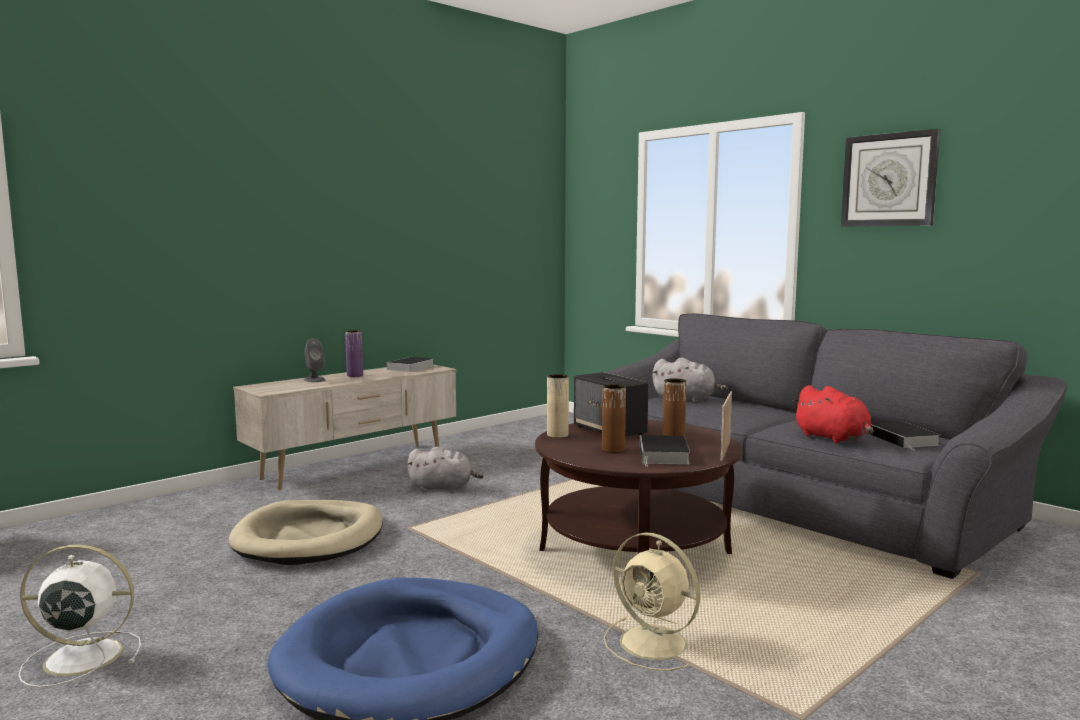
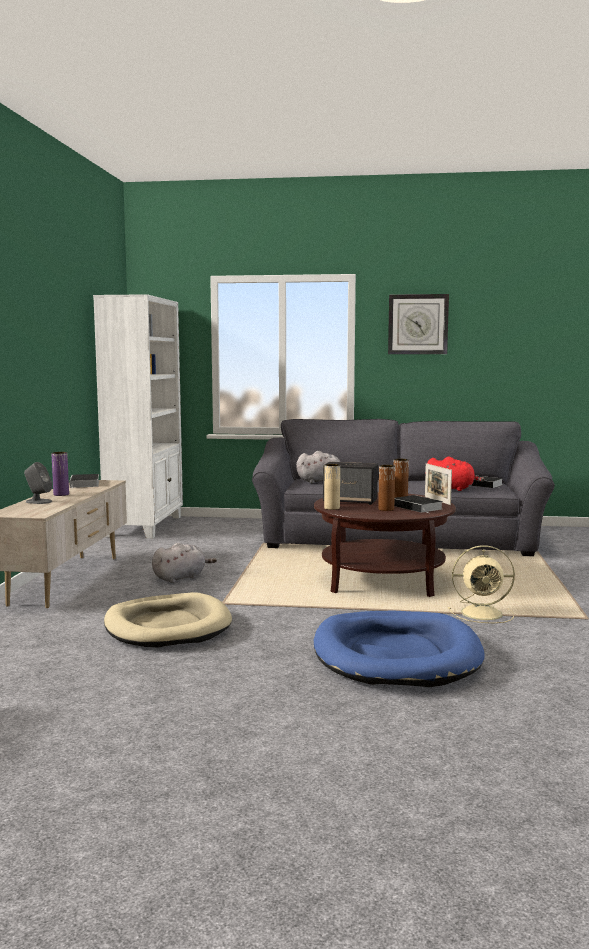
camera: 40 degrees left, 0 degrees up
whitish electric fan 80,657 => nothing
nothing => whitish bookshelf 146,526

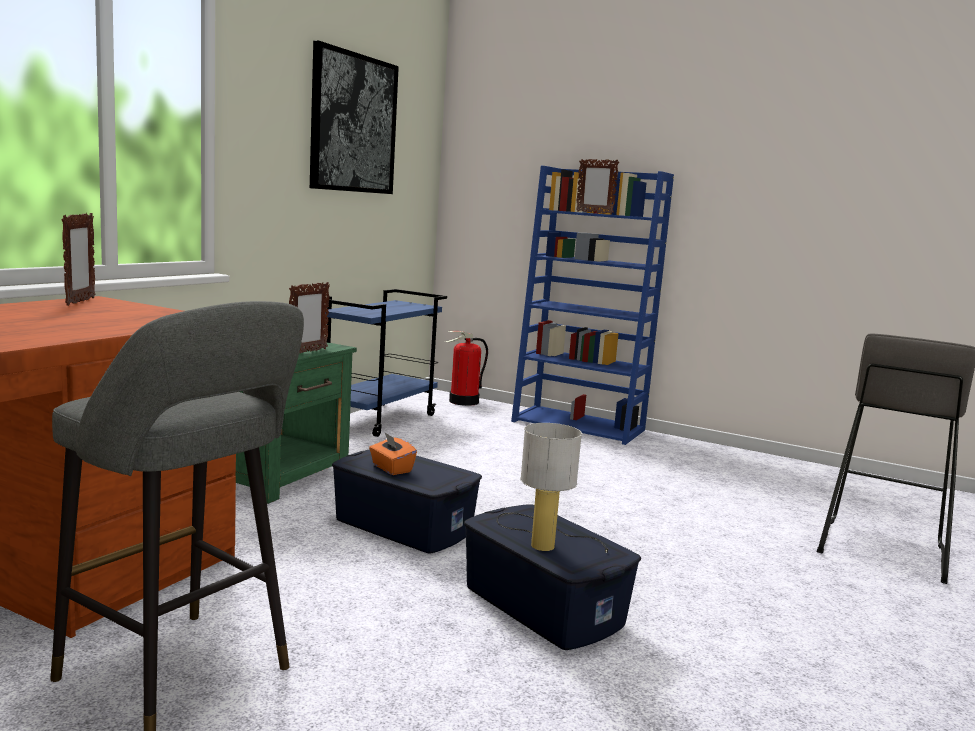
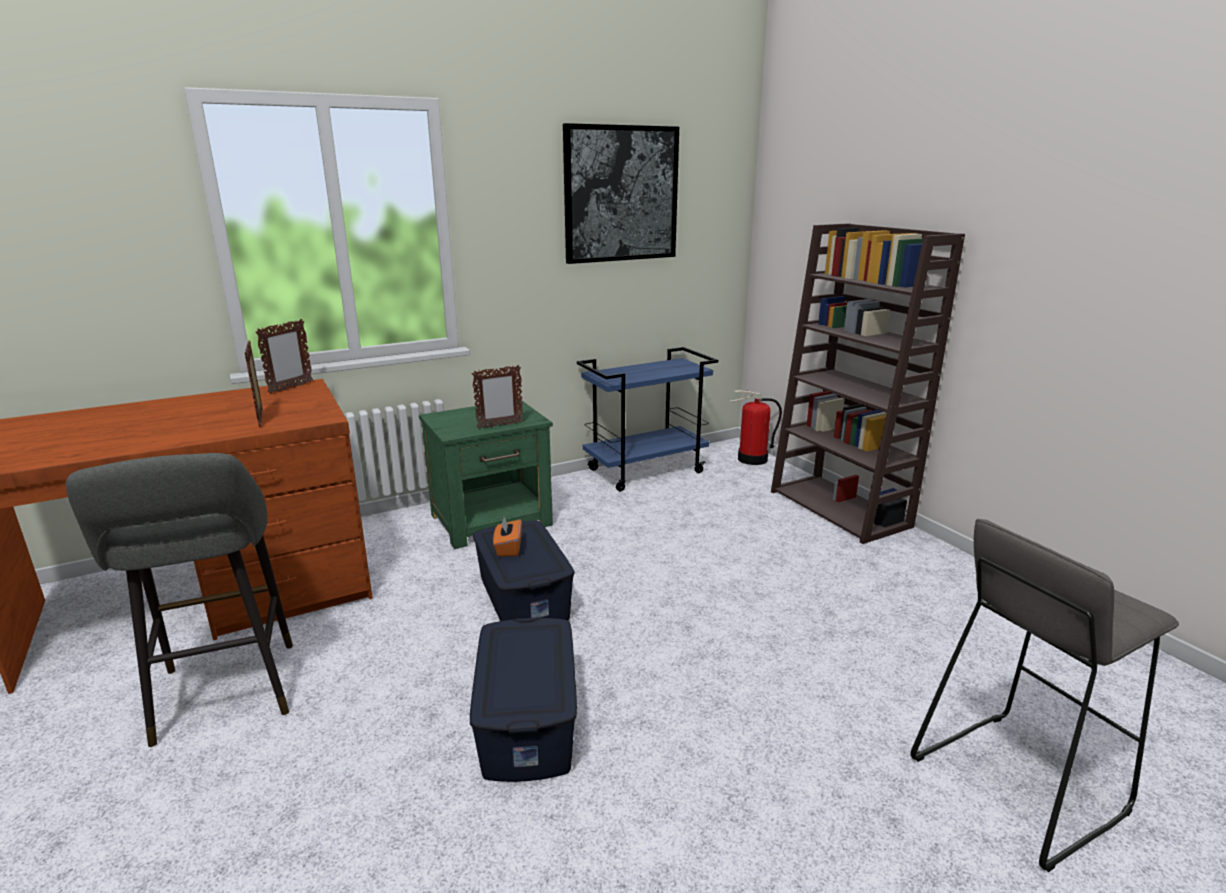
camera: 35 degrees right, 10 degrees up
table lamp 544,539 => nothing
photo frame 594,213 => photo frame 261,418, shifted
blue bookshelf 579,426 => brownish bookshelf 840,509

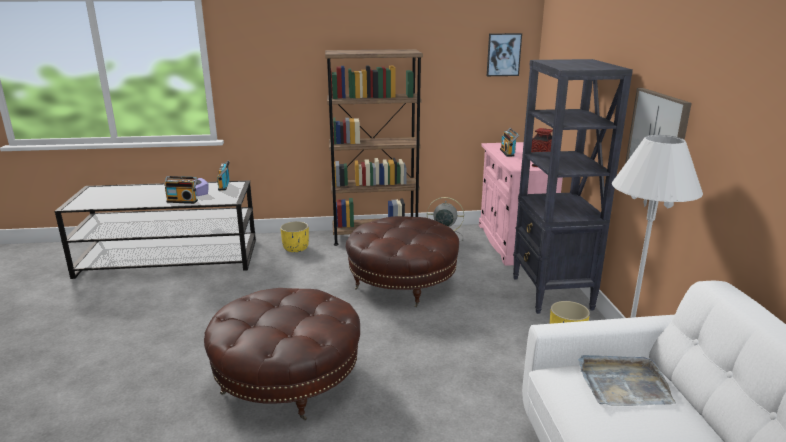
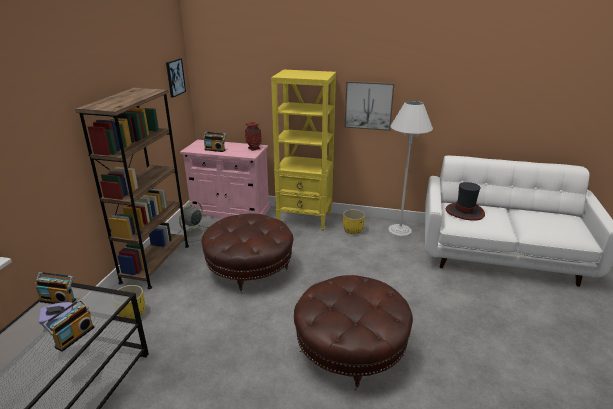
camera: 70 degrees left, 5 degrees up
greyish carrying tray 622,384 => hat 464,212
black bookshelf 551,293 => yellow-coloured bookshelf 305,219

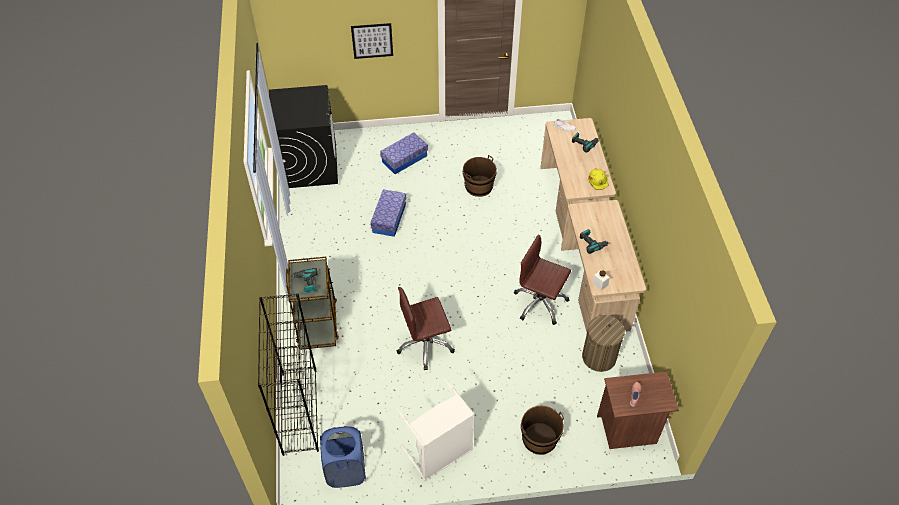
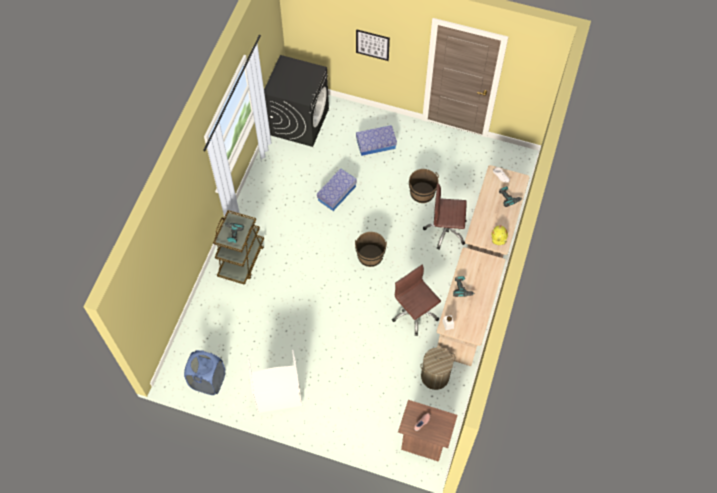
camera: 25 degrees right, 10 degrees up
black bookshelf 299,411 => nothing
brownish computer chair 425,345 => brownish computer chair 446,231, shifted
brownish bucket 539,439 => brownish bucket 370,255, shifted

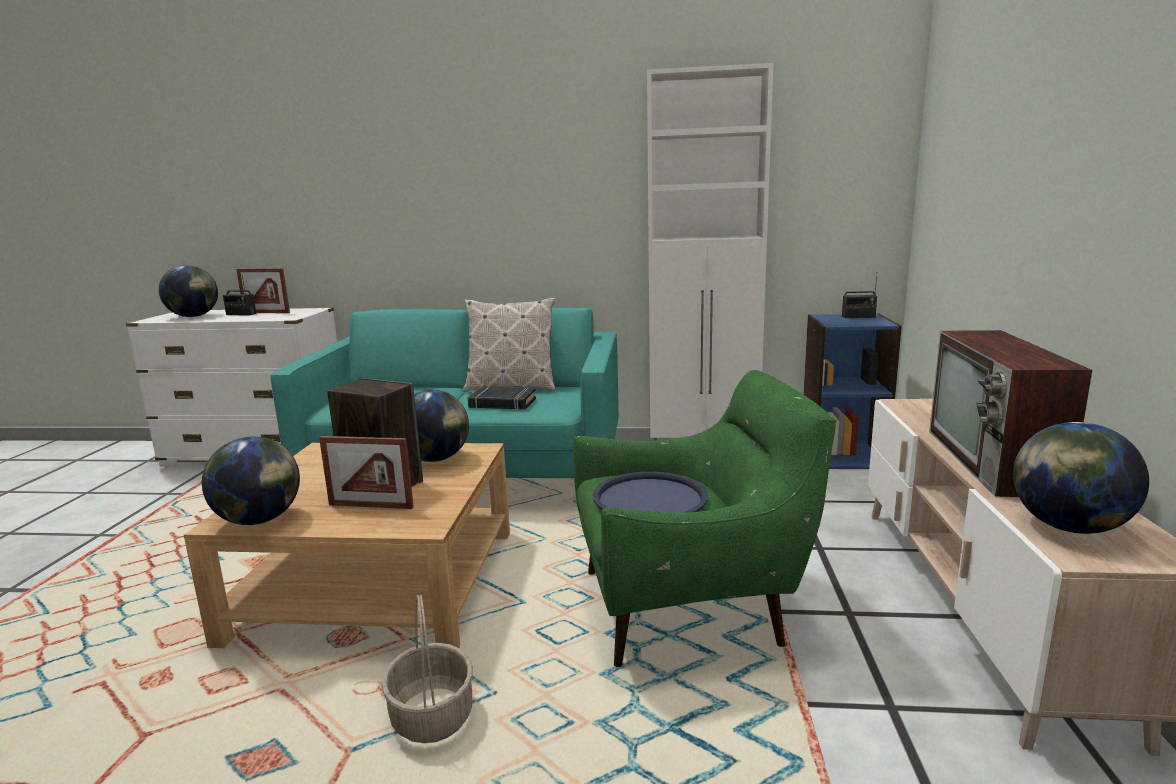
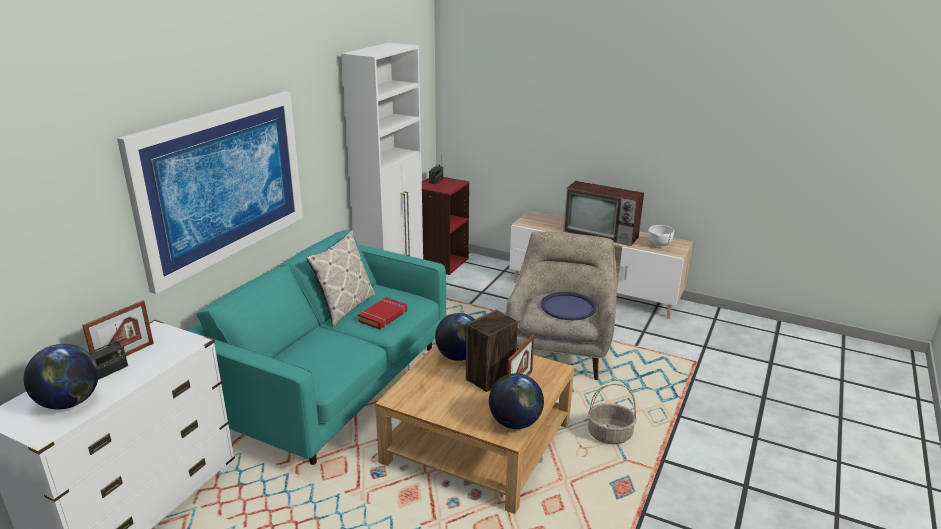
camera: 70 degrees left, 10 degrees up
nothing => picture 222,184
desk globe 1068,527 => whitish serving bowl 658,246
black volume 502,403 => reddish volume 383,316
green armchair 690,606 => beige-coloured armchair 560,350
blue bookshelf 842,456 => reddish bookshelf 440,262

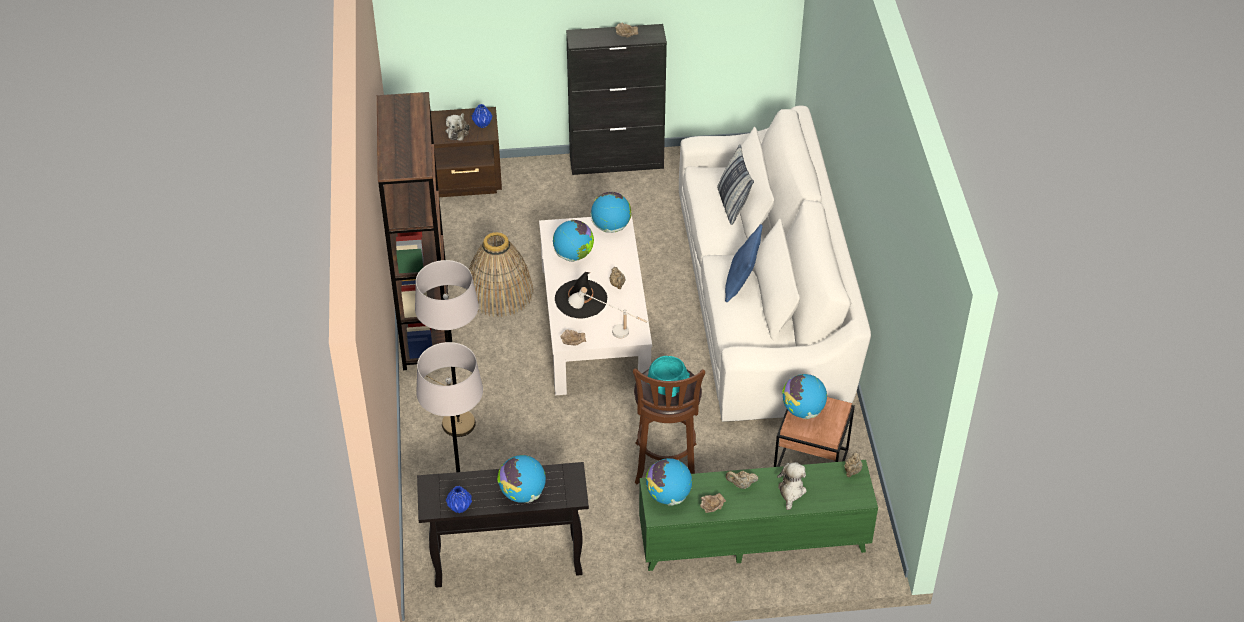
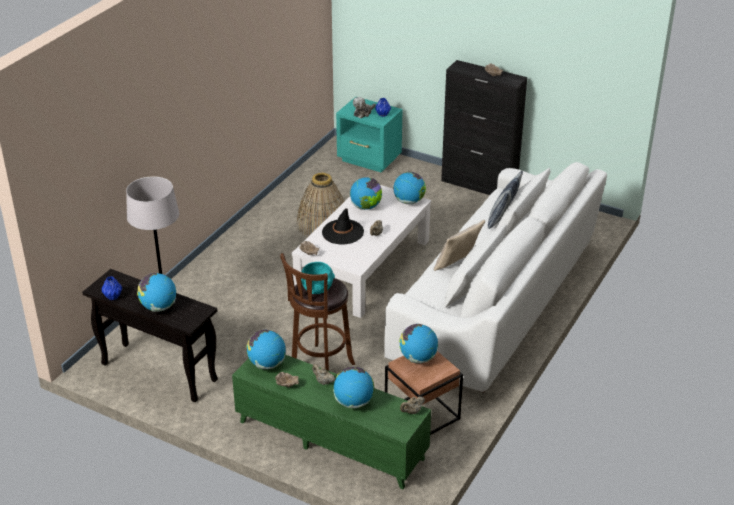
camera: 35 degrees right, 10 degrees down
brownish bookshelf 425,325 => nothing
greyish standing lamp 458,424 => nothing
whitish table lamp 608,330 => nothing
plush toy 791,491 => desk globe 354,402
brownish bedside table 467,181 => turquoise-coloured bedside table 369,159
blue throw pillow 741,283 => beige-coloured throw pillow 457,264

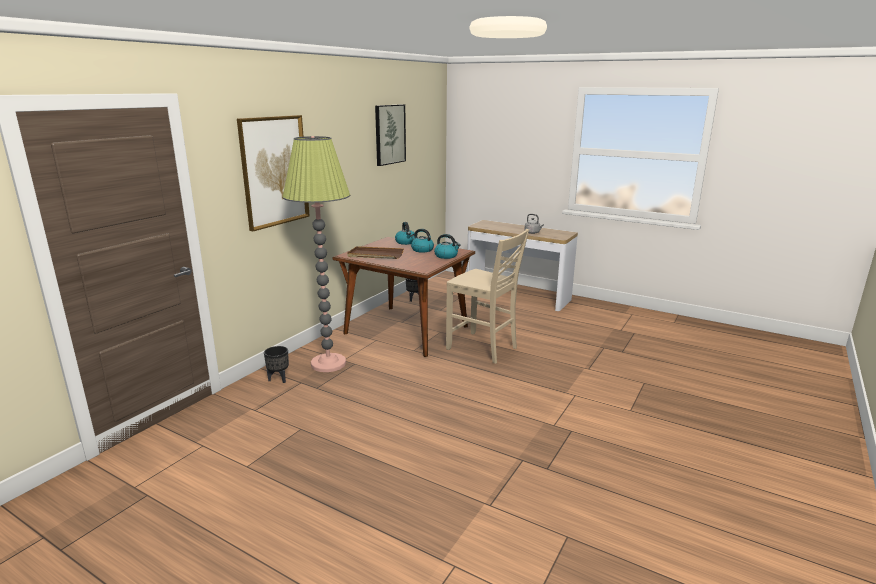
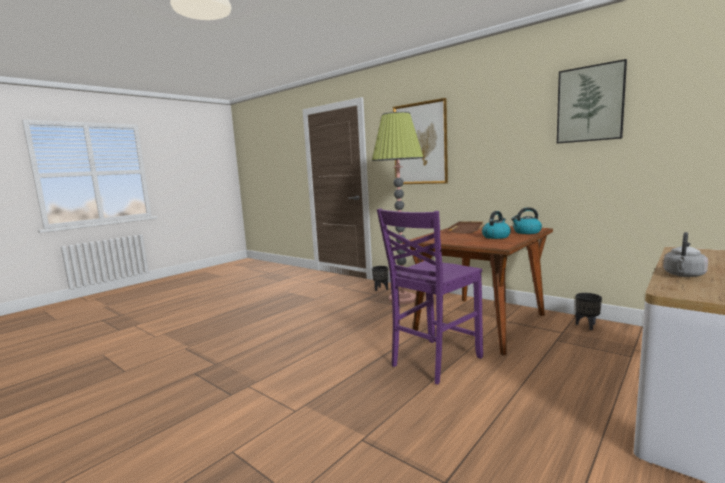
camera: 100 degrees right, 10 degrees down
water kettle 446,256 => nothing
beige-coloured chair 483,348 => purplish chair 434,361

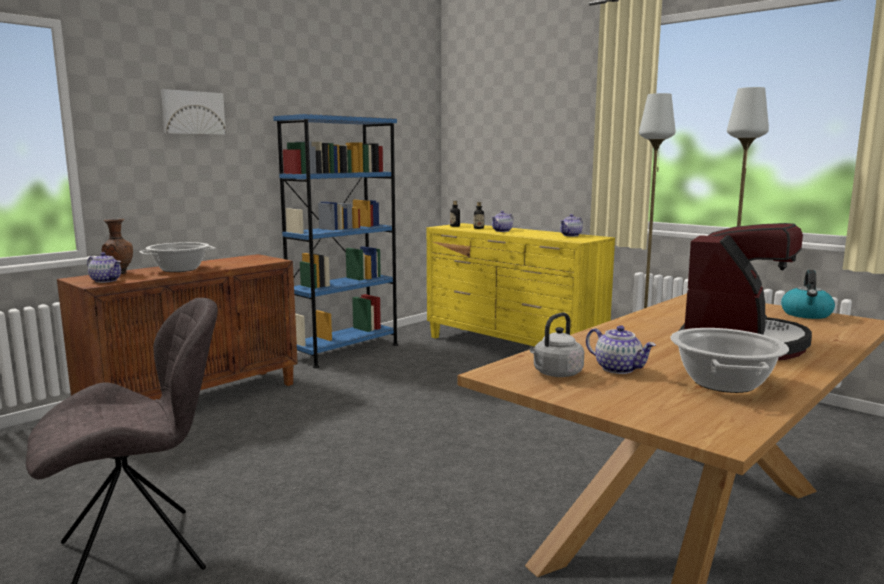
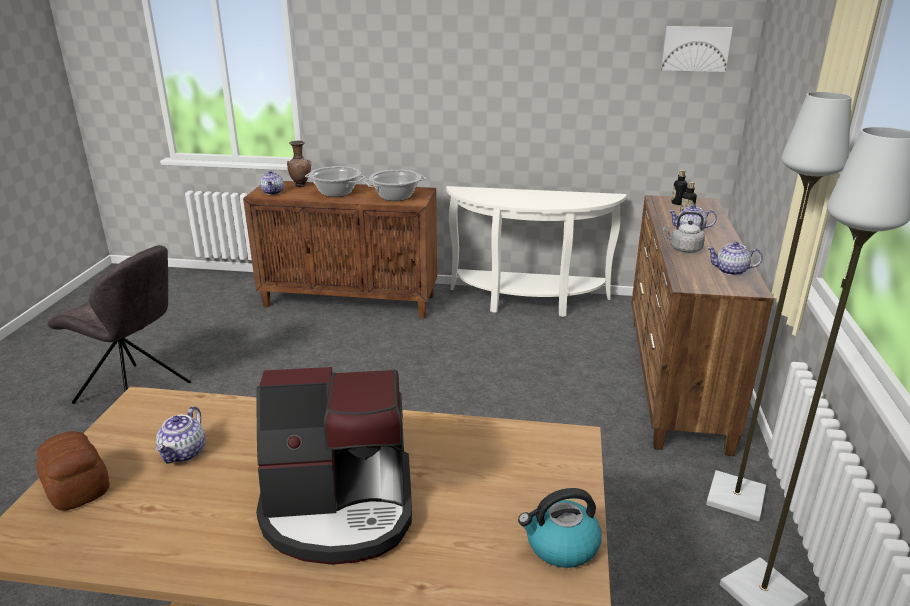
camera: 55 degrees right, 15 degrees up
nothing => bread 77,486
picture 193,112 => picture 695,48, shifted
greyish water kettle 556,374 => greyish water kettle 683,249, shifted
stockpot 723,382 => stockpot 395,196, shifted
blue bookshelf 344,351 => whitish hall table 528,302
yellow-coloured drawer chest 512,349 => brownish drawer chest 674,380

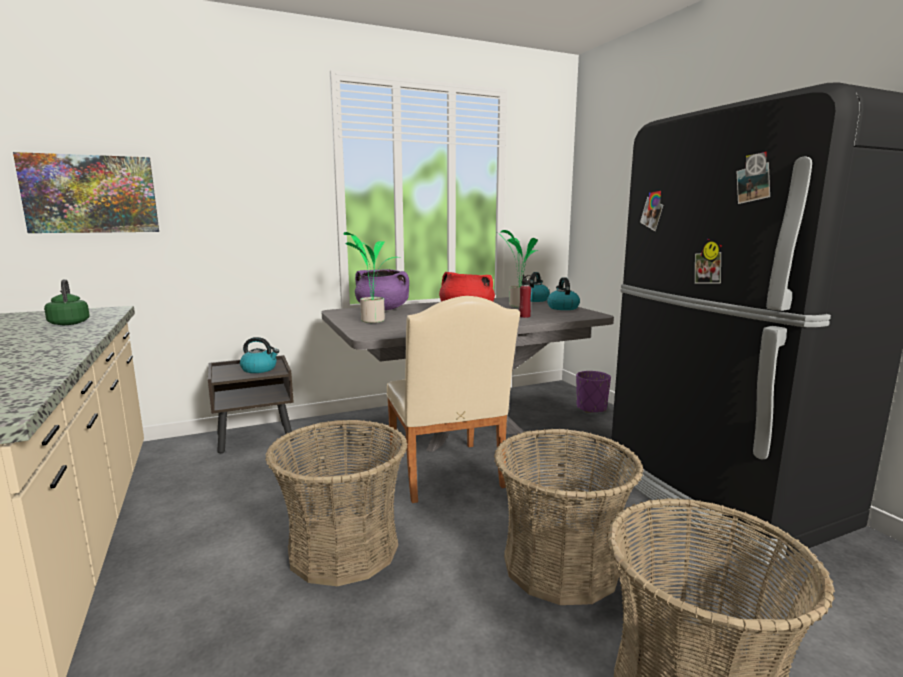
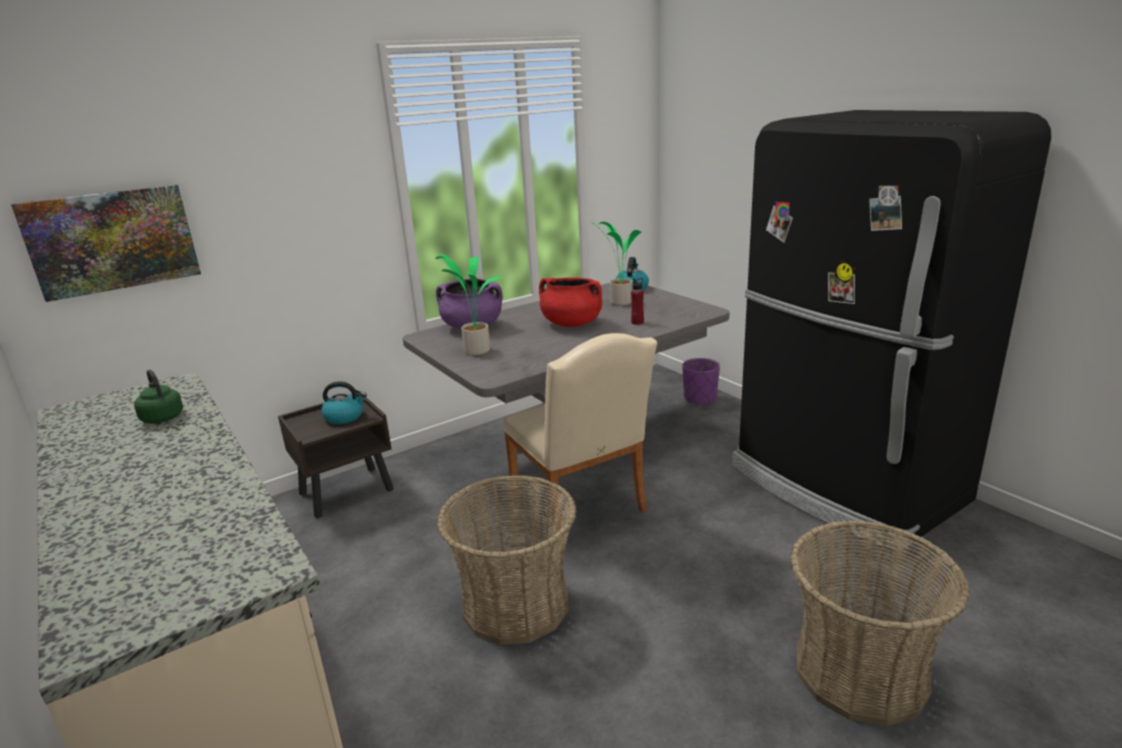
camera: 10 degrees left, 10 degrees up
storage basket 560,565 => nothing
water kettle 562,308 => nothing

